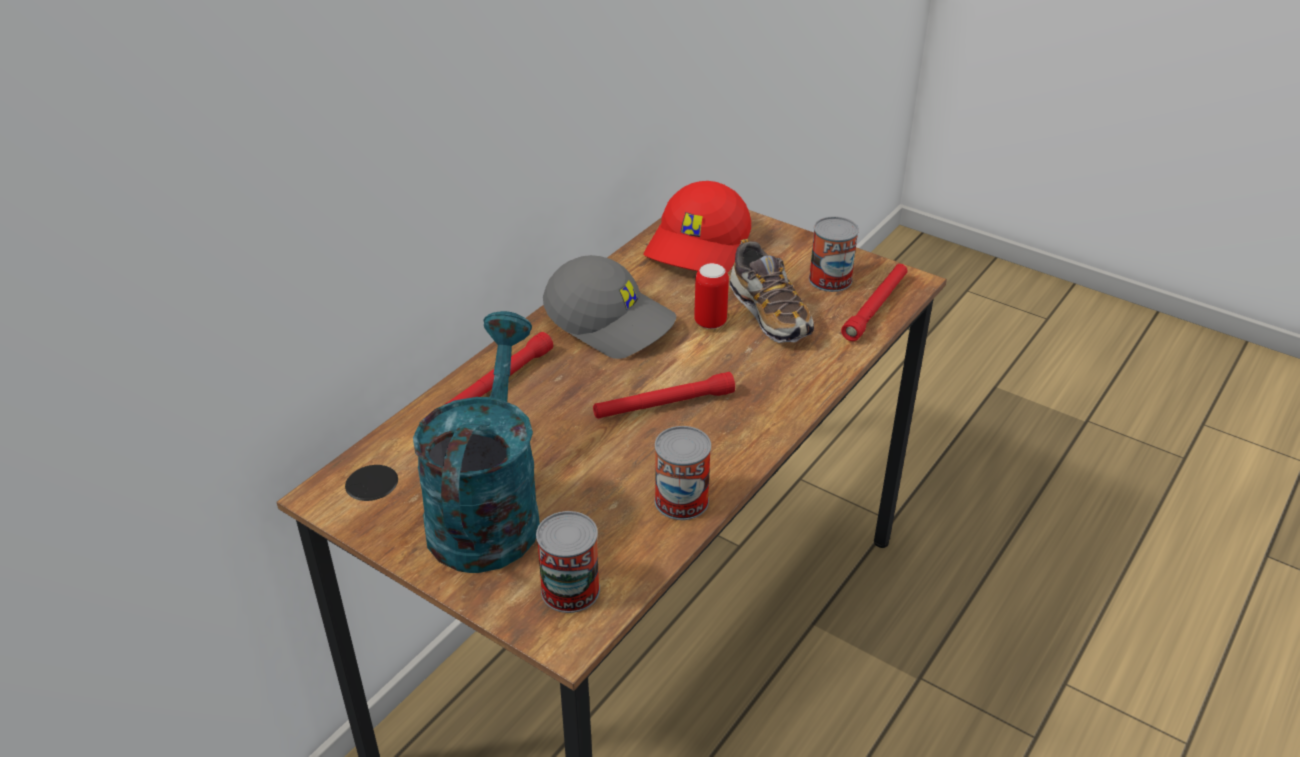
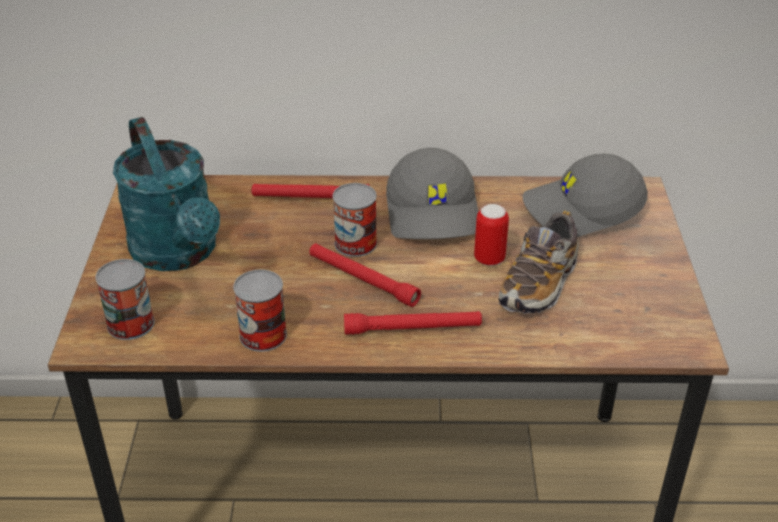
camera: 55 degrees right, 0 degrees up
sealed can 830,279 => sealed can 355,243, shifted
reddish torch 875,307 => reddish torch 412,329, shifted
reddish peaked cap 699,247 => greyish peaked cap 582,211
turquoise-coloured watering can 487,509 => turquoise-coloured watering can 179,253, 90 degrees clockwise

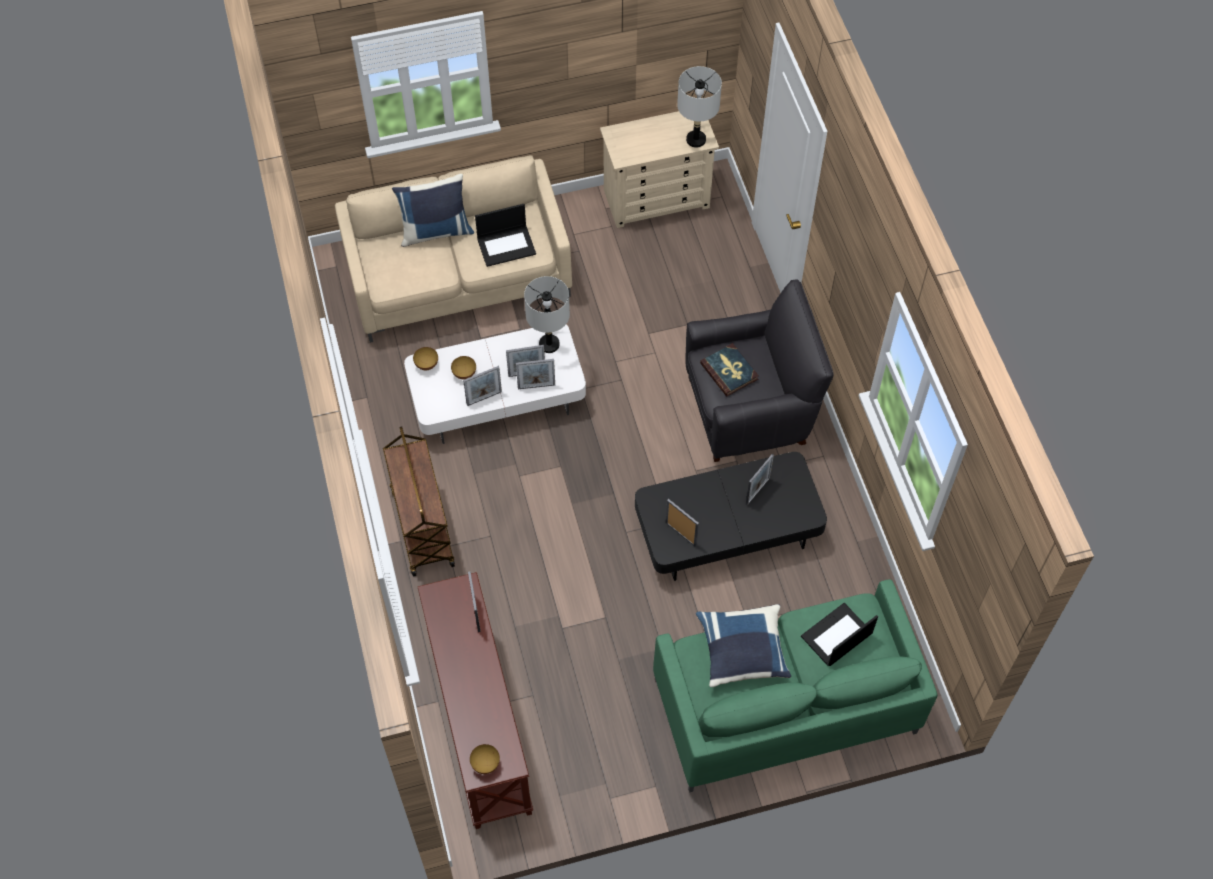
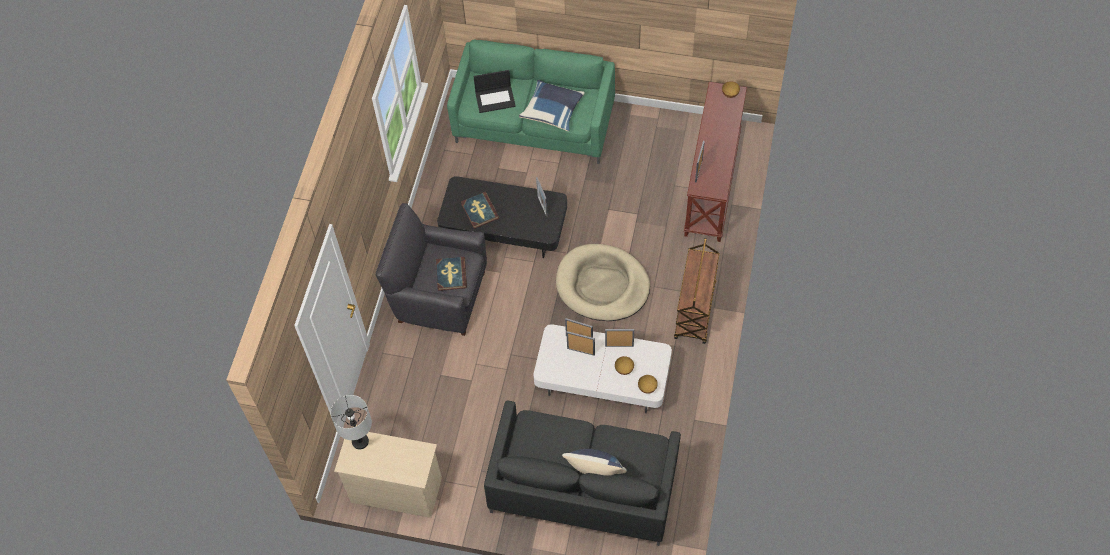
camera: 150 degrees left, 0 degrees up
laptop 507,245 => nothing
greyish table lamp 549,344 => nothing
nothing => beige-coloured dog bed 602,285
photo frame 757,491 => volume 479,211
beige-coloured settee 459,279 => black settee 583,488

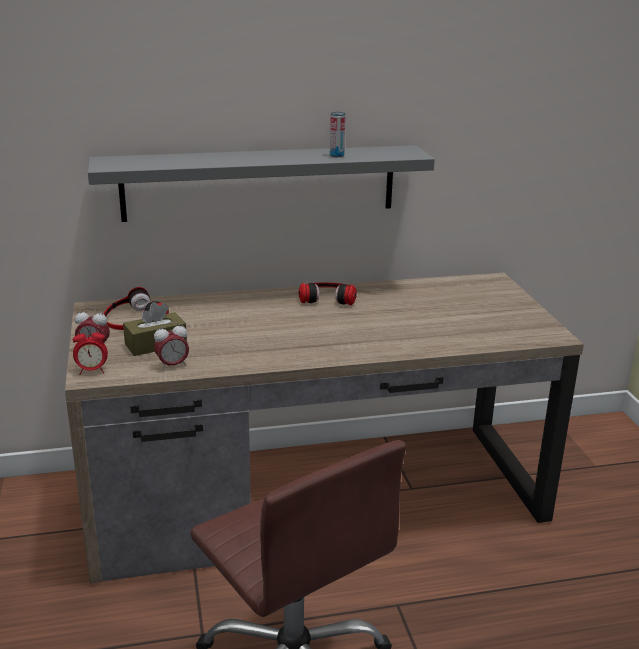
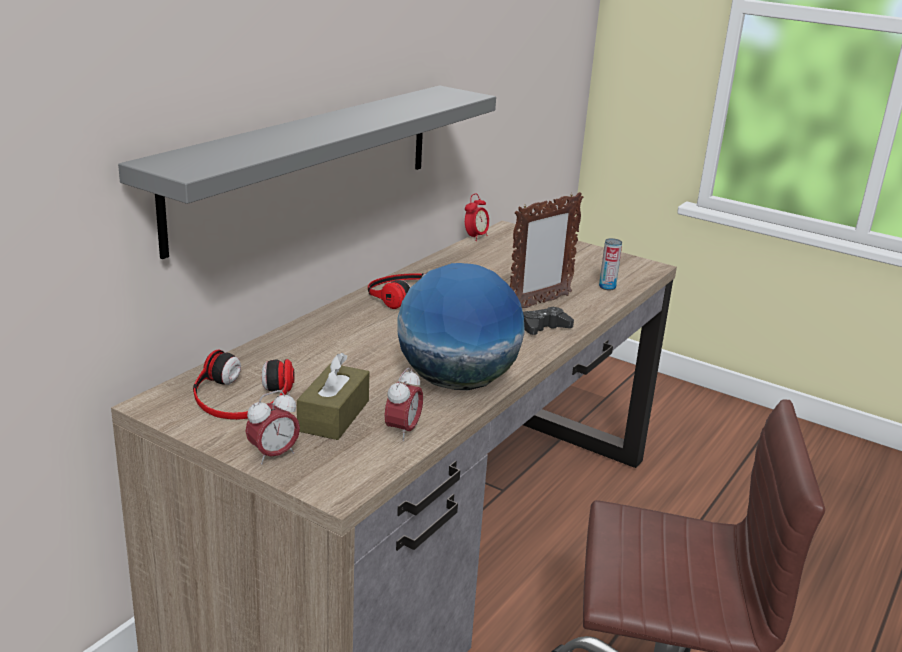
camera: 45 degrees left, 0 degrees up
nothing => desk globe 457,382
nothing => photo frame 539,303
nothing => black joypad 544,327
alarm clock 92,371 => alarm clock 475,237, shifted
sealed can 337,155 => sealed can 607,287, shifted

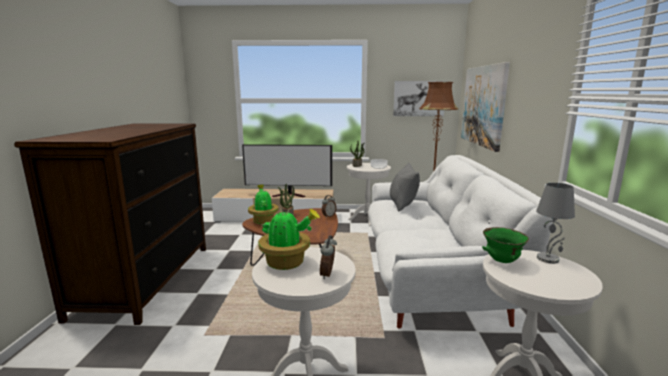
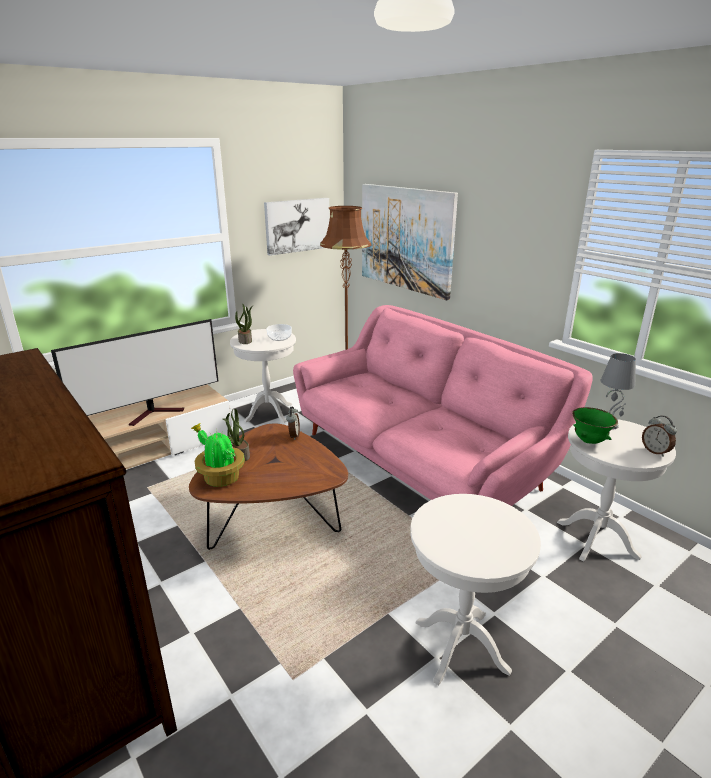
camera: 40 degrees left, 10 degrees up
potted plant 287,263 => nothing
greyish throw pillow 402,204 => nothing
alarm clock 328,274 => alarm clock 655,451, shifted
whitish settee 429,272 => pinkish settee 419,462

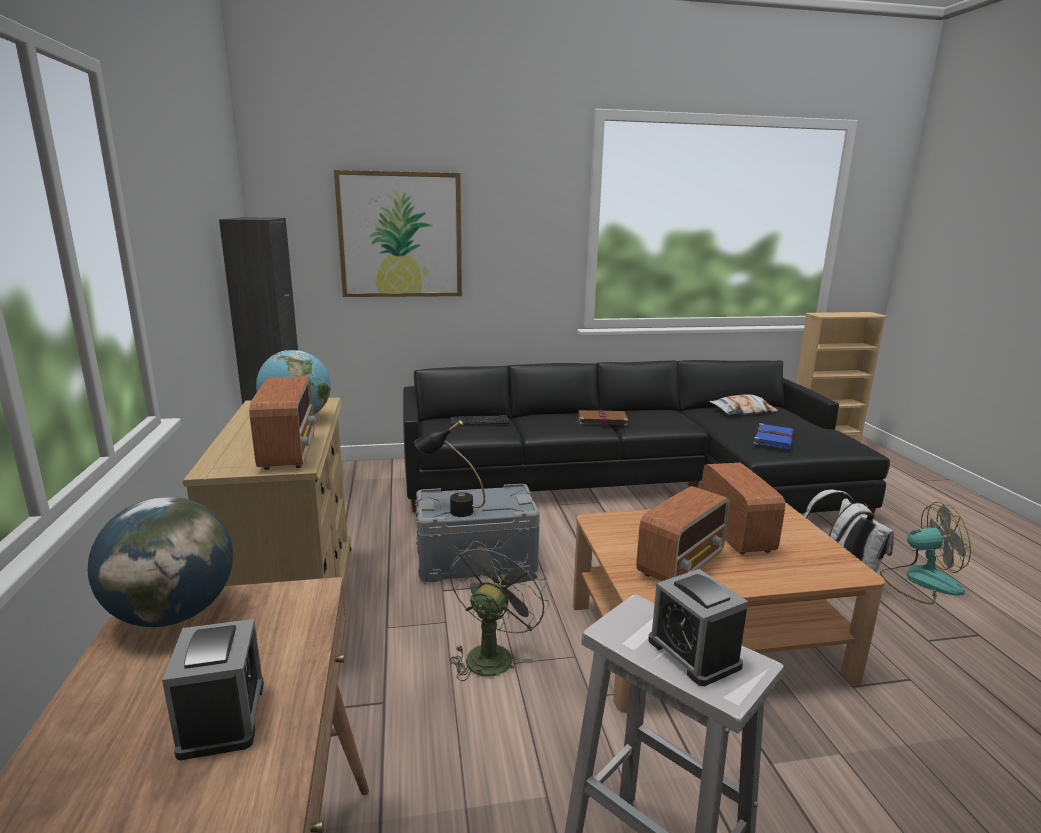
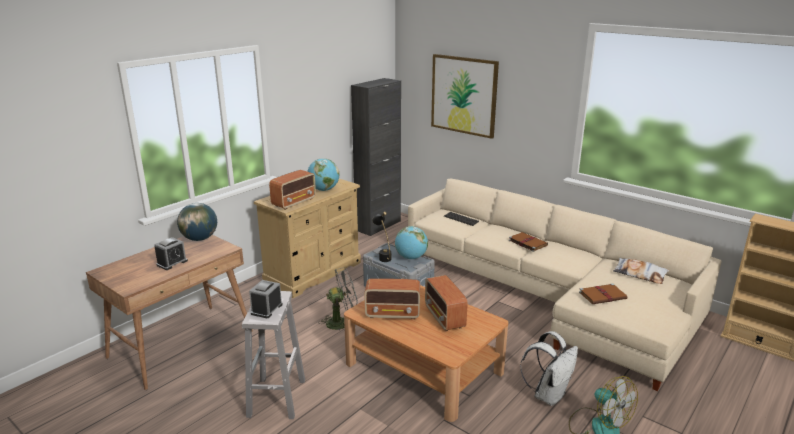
camera: 50 degrees right, 5 degrees up
nothing => desk globe 411,258
black settee 639,482 => beige-coloured settee 553,296
blue volume 773,438 => brownish volume 603,295
radio set 734,533 => radio set 444,318, 120 degrees clockwise

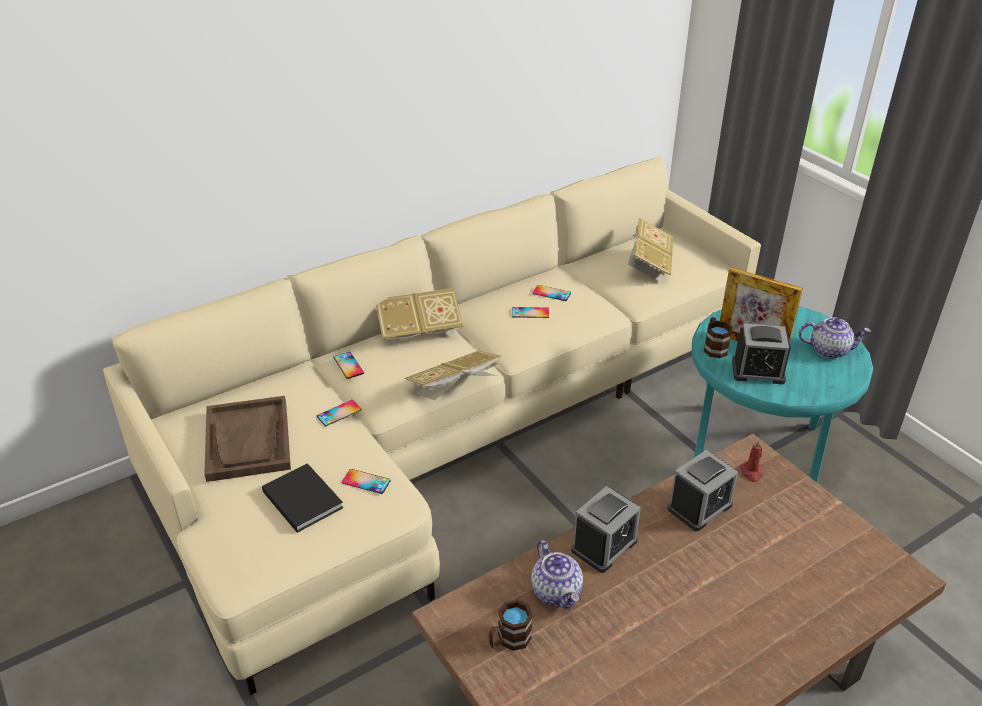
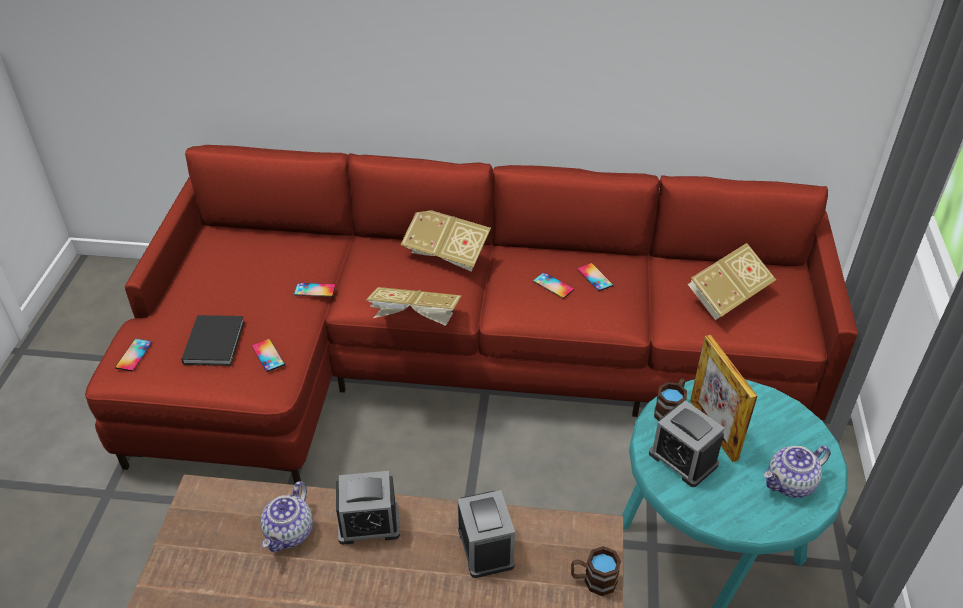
camera: 40 degrees right, 5 degrees up
brownish carrying tray 248,440 => nothing
reddish wax candle 751,472 => nothing
phone 348,365 => phone 134,355, shifted
brownish mug 508,640 => brownish mug 593,580, shifted
beige-coloured settee 446,433 => reddish settee 453,359
alarm clock 699,507 => alarm clock 485,547, 105 degrees counterclockwise
tea pot 829,350 => tea pot 790,484, 105 degrees clockwise

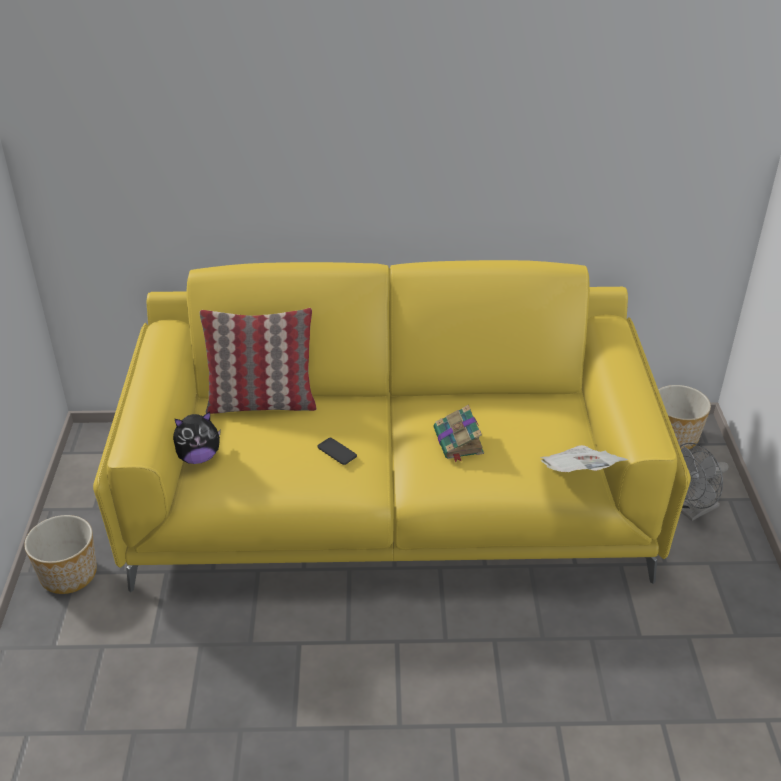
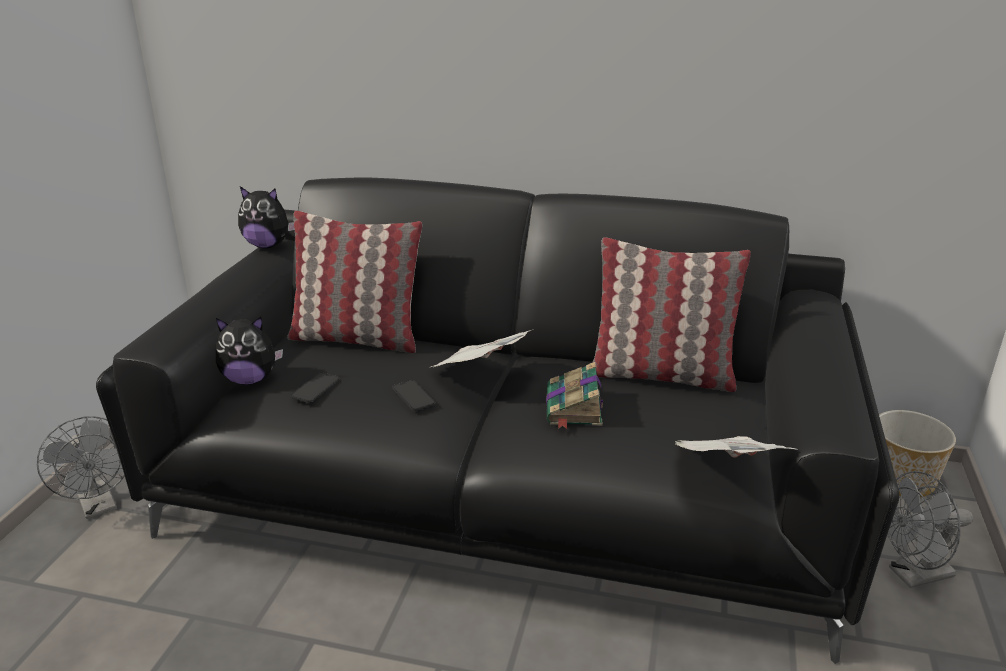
camera: 15 degrees right, 10 degrees down
nothing => plush toy 268,245
nothing => phone 315,388
nothing => daily paper 481,373
nothing => throw pillow 661,374
plant pot 69,574 => greyish electric fan 100,506
yellow-coloured settee 392,501 => black settee 505,494

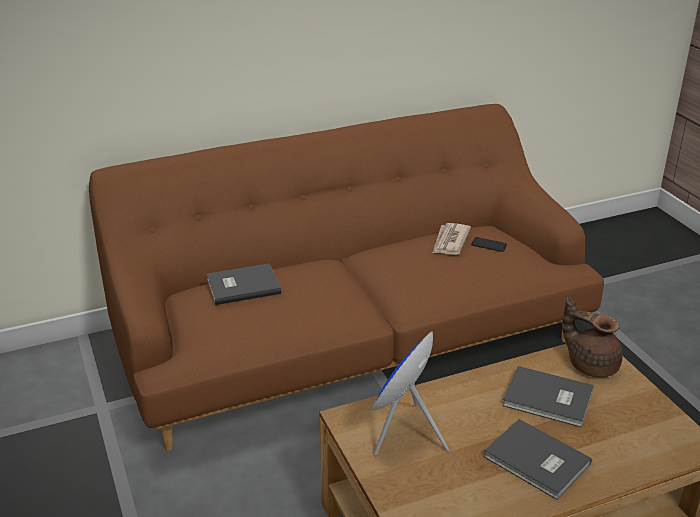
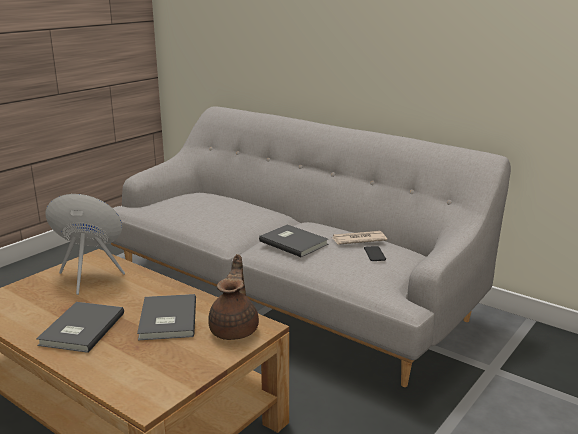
camera: 60 degrees right, 10 degrees down
greyish volume 242,285 => greyish volume 294,242, shifted
brownish settee 350,341 => greyish settee 289,291

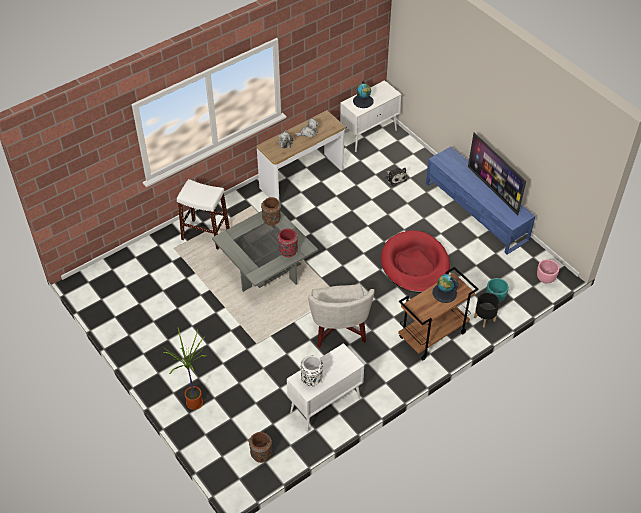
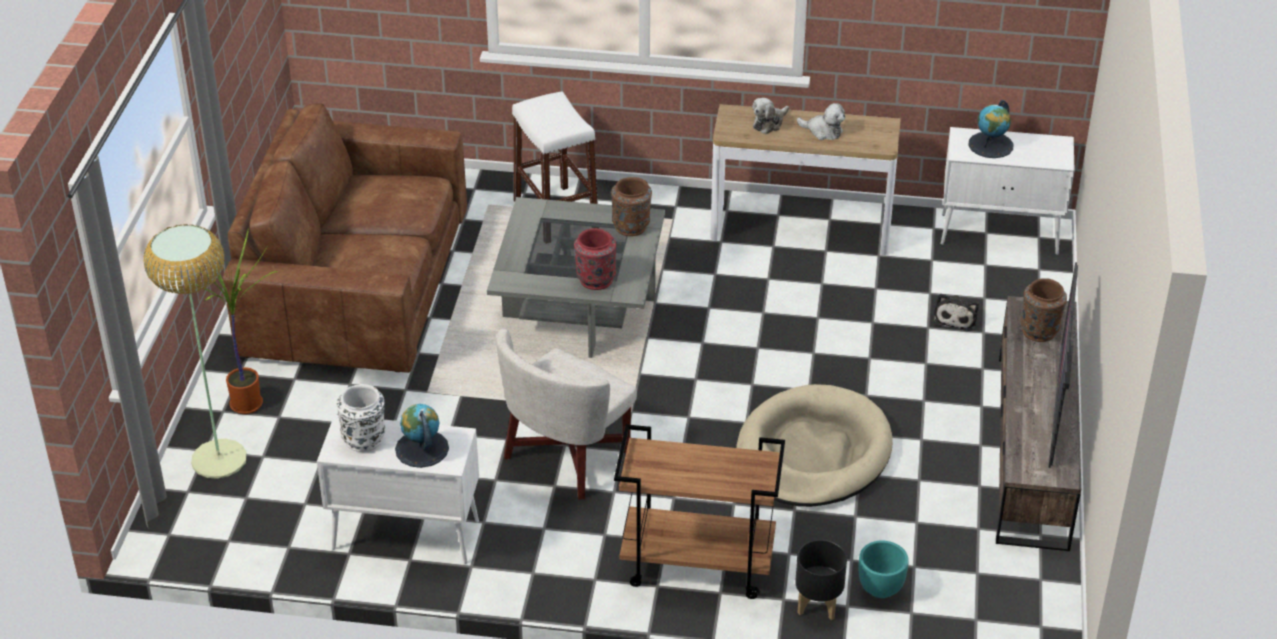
camera: 45 degrees right, 10 degrees down
pinkish plant pot 545,279 => nothing
nothing => standing lamp 218,459
nothing => brownish settee 355,283
brownish vase 261,454 => brownish vase 1039,330, shifted
desk globe 444,293 => desk globe 421,449, shifted
reddish dog bed 415,264 => beige-coloured dog bed 813,453
blue media console 476,211 => brownish media console 1031,449

